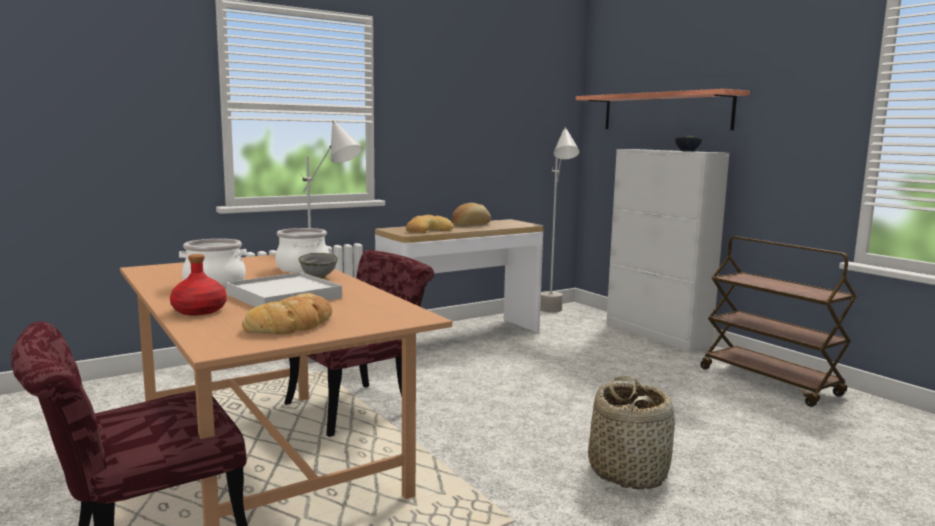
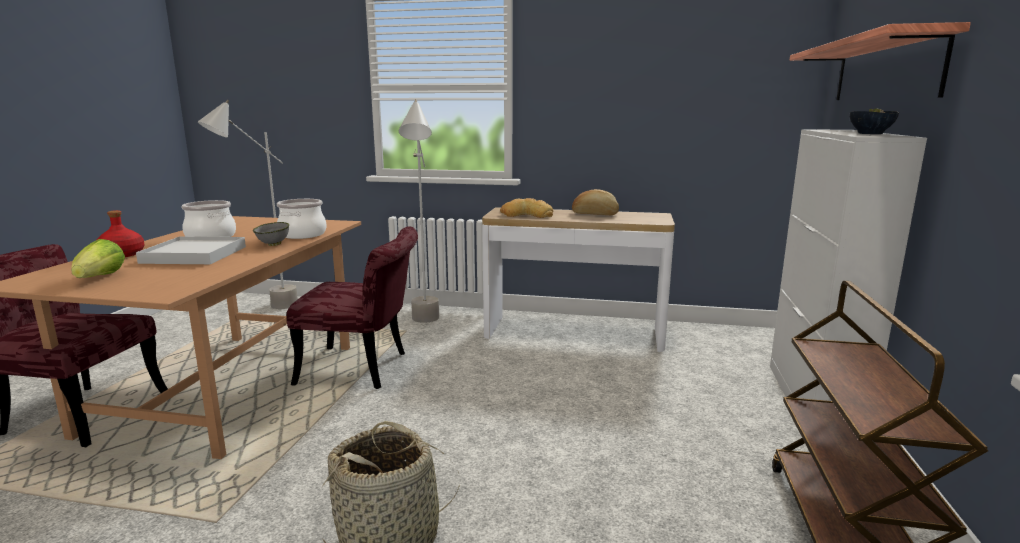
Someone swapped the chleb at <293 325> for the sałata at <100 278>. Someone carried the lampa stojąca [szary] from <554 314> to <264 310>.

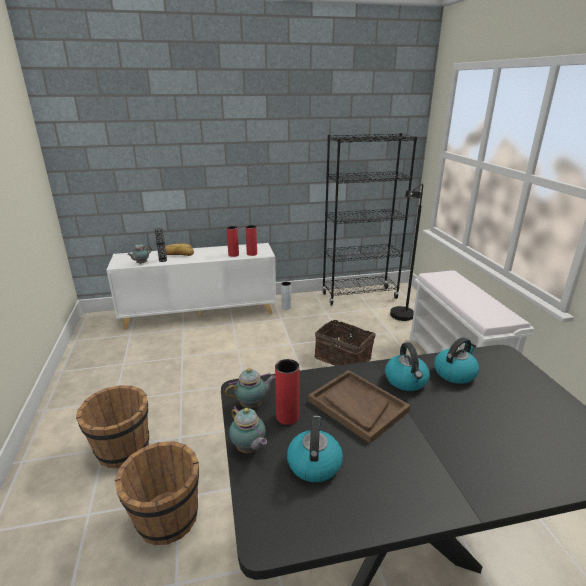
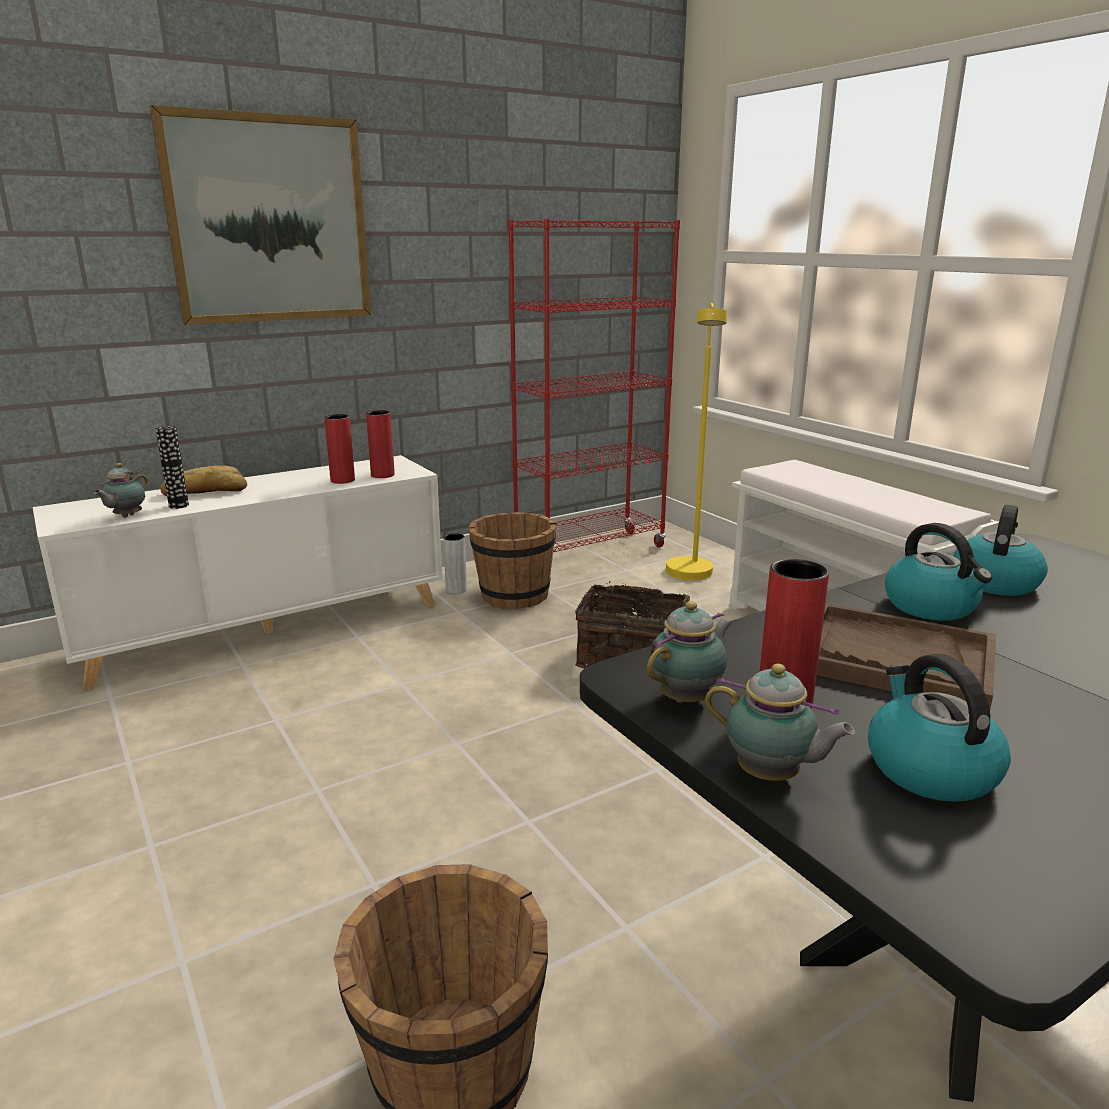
Someone carried the wiadro [brązowy] from <122 449> to <513 596>. Someone repainted the regał [czarny] at <359 296>, which became the regał [czerwony] at <590 552>. Someone repainted the lampa stojąca [czarny] at <400 318>, which became the lampa stojąca [żółty] at <690 577>. Someone put up the obraz at <269 220>.

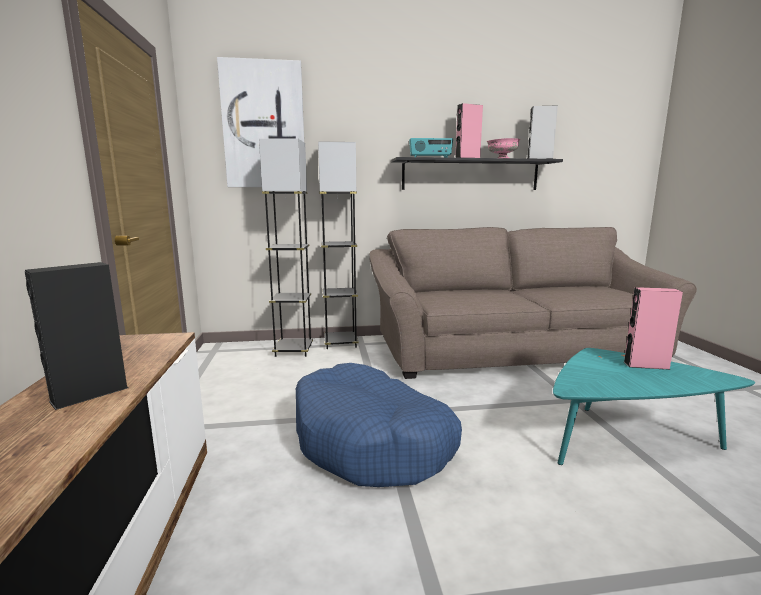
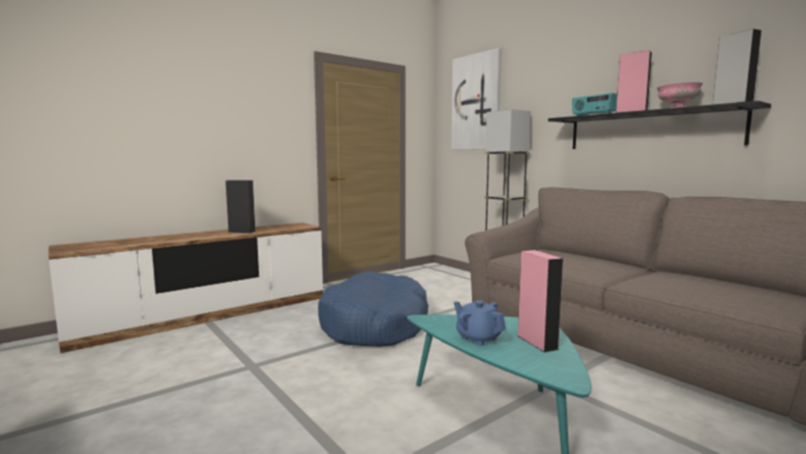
Someone took away the lampa stojąca [szary] at <293 351>. Someone put down the imbryk [niebieski] at <478 338>.

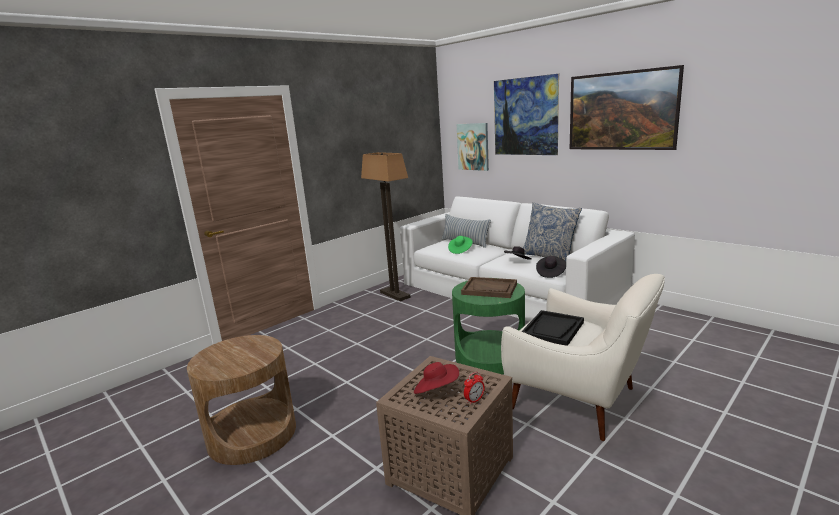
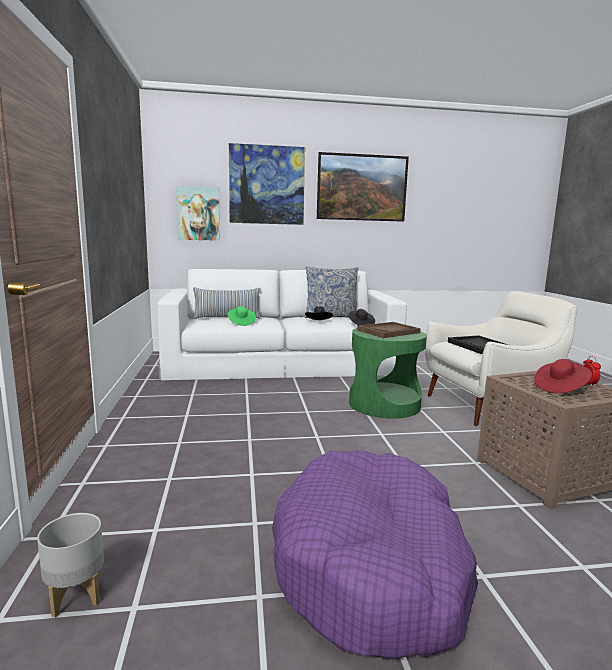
Someone swapped the stolik [brązowy] at <252 434> for the legowisko [fioletowy] at <372 566>. Someone took away the lampa stojąca at <395 295>. Someone put down the donica [szary] at <75 596>.

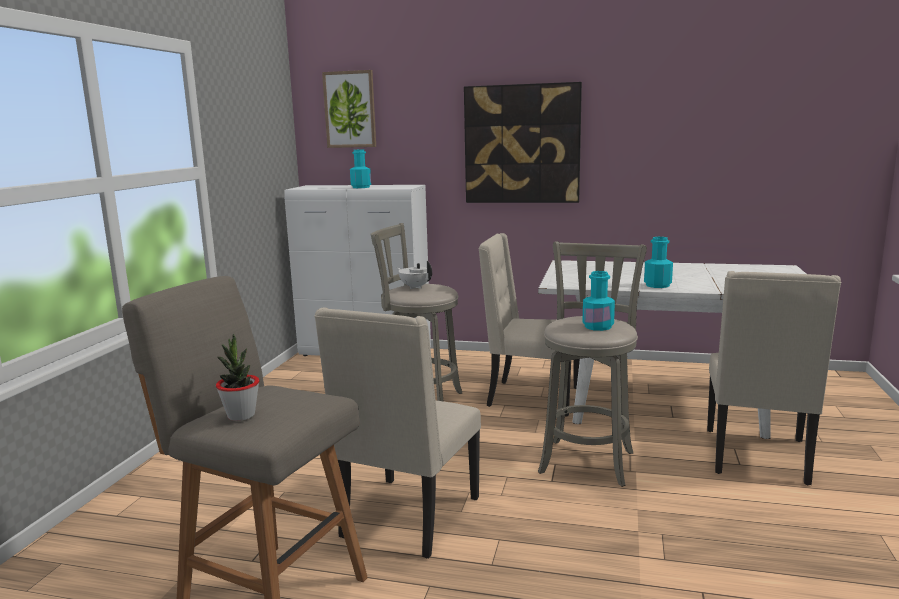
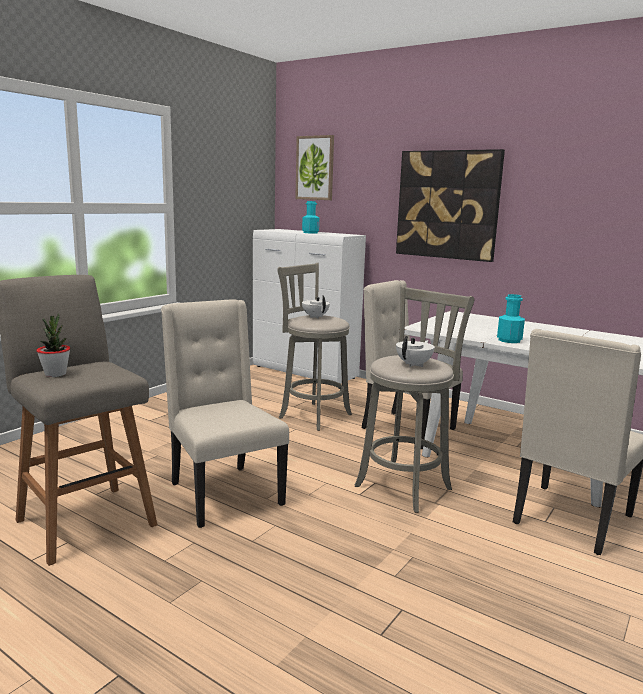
Someone rotated the krzesło [beżowy] at <408 518> by 105 degrees clockwise. Someone swapped the butelka [turkusowy] at <598 326> for the imbryk [biały] at <414 365>.

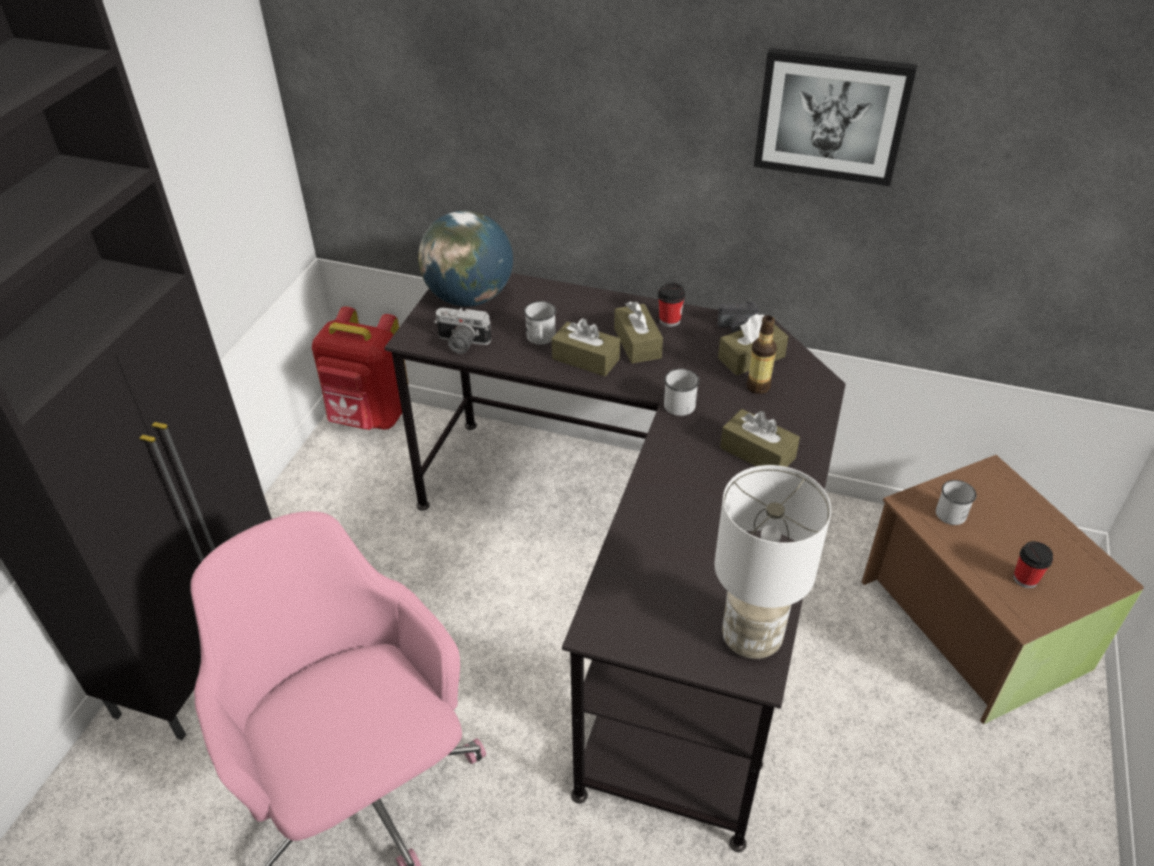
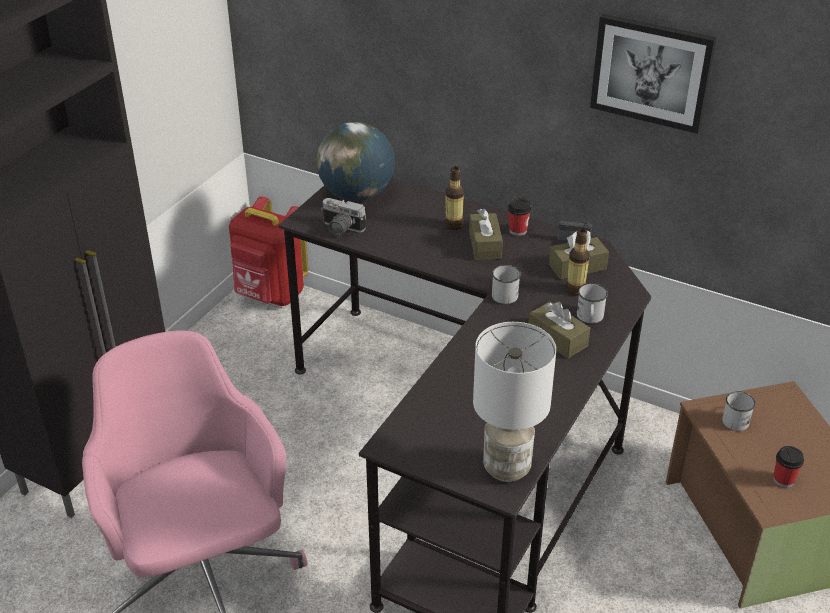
Someone carried the kubek [biały] from <541 339> to <590 318>. Someone took away the pudełko chusteczek [brązowy] at <585 359>. Someone put down the butelka at <453 225>.

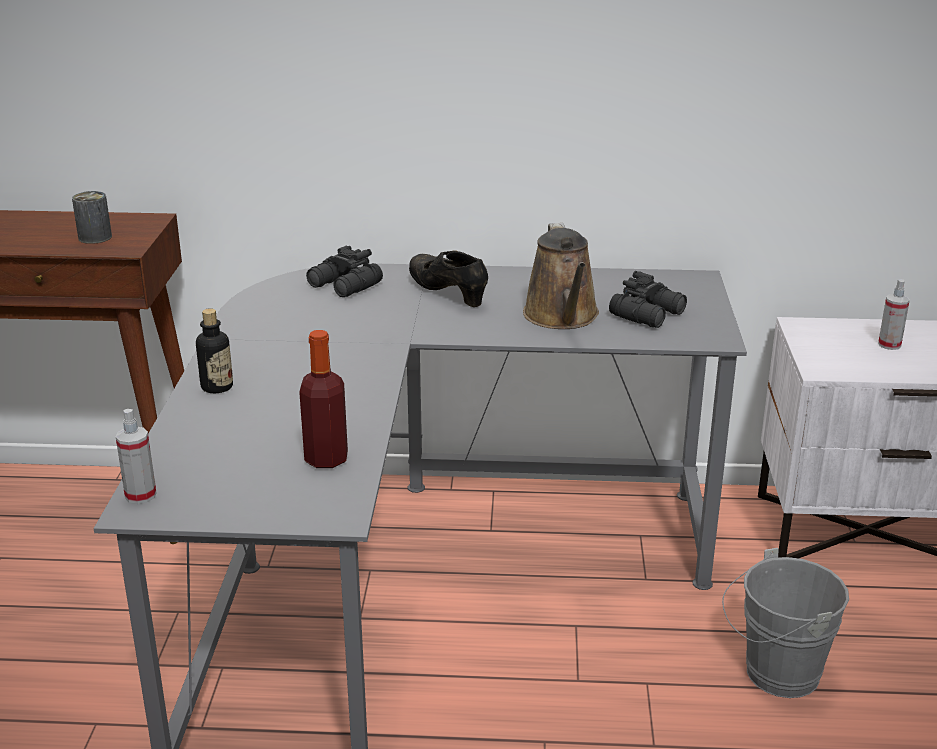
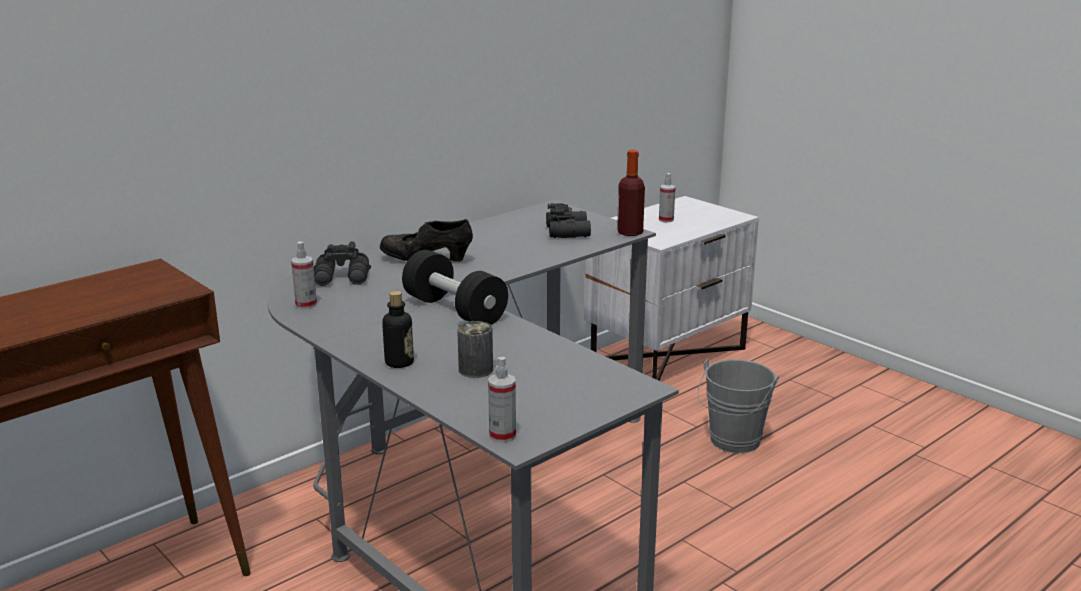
Someone carried the puszka from <95 237> to <476 370>. Someone carried the butelka from <326 459> to <630 232>. Someone took away the konewka [brązowy] at <562 317>. Someone put down the spryskiwacz at <306 305>. Someone put down the hantel [czarny] at <454 310>.

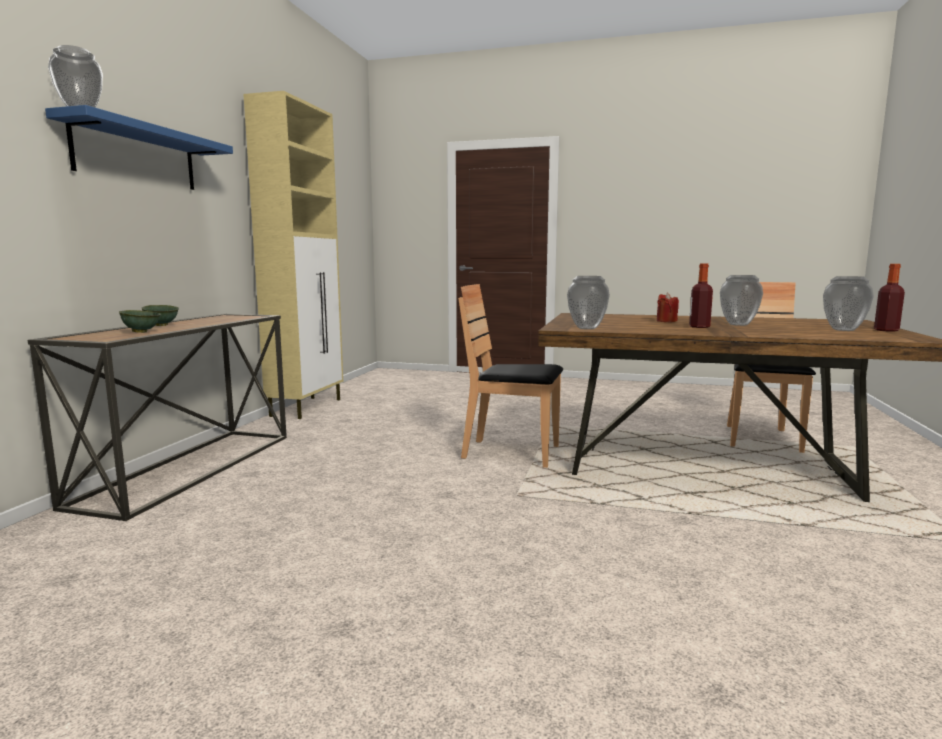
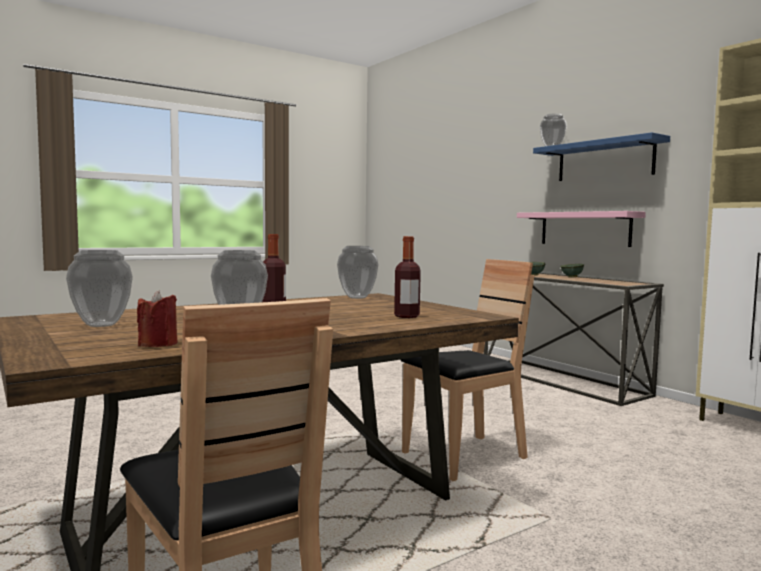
Someone carried the świeca [czerwony] from <666 321> to <158 344>. Someone carried the butelka from <886 330> to <407 316>. Someone put up the półka [różowy] at <584 228>.

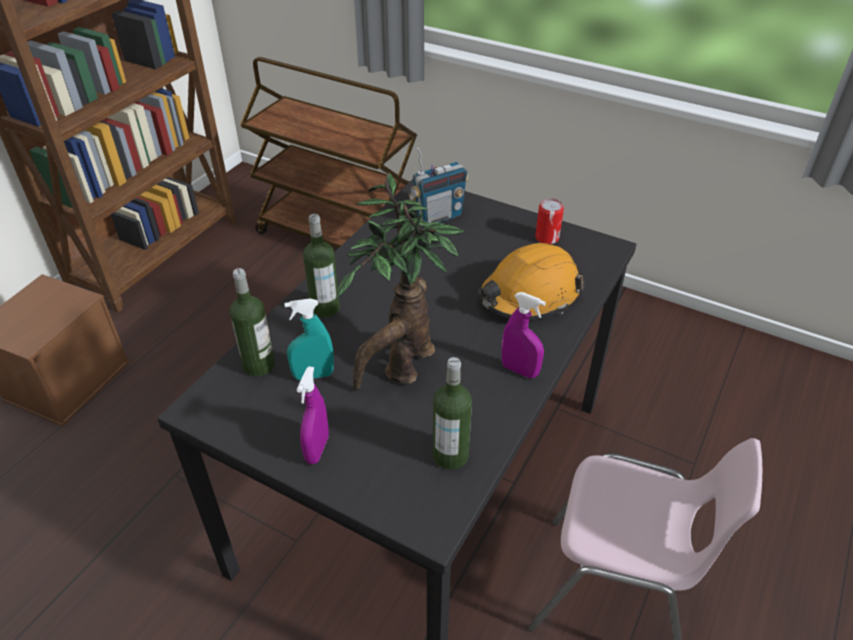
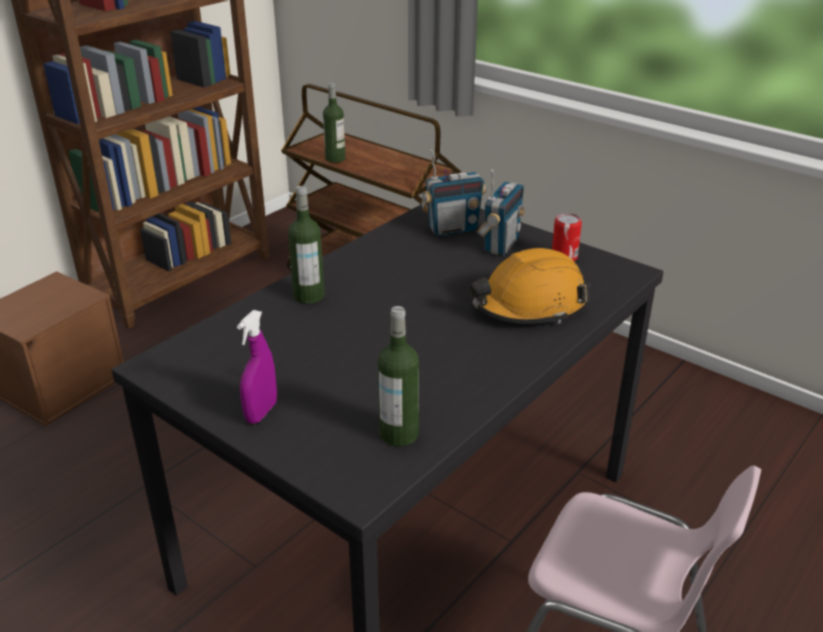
Someone carried the butelka from <259 365> to <335 159>. Someone took away the spryskiwacz [turkusowy] at <313 375>. Someone took away the roślina doniczkowa at <401 367>. Someone took away the spryskiwacz [fioletowy] at <519 370>. Someone put down the radio at <500 245>.

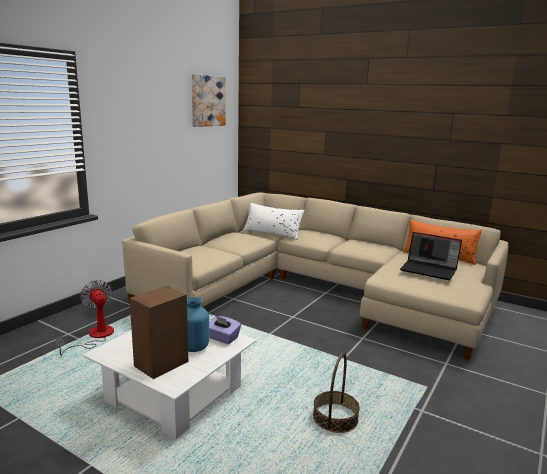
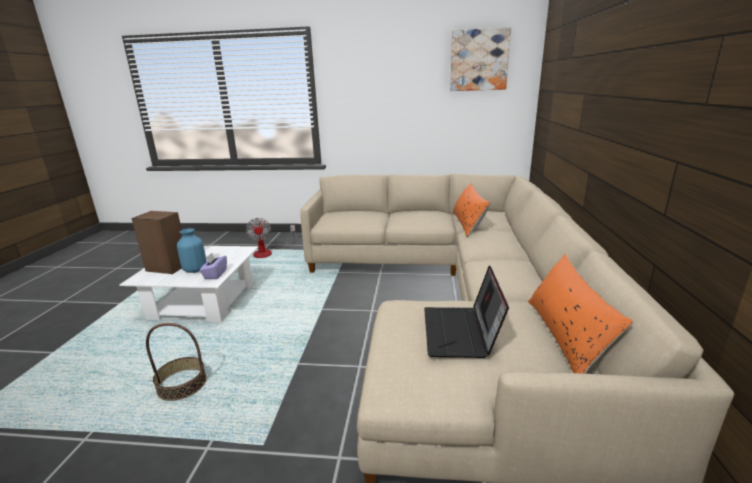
Someone rotated the wentylator at <95 337> by 135 degrees clockwise. Someone repainted the poduszka [biały] at <272 233>, which became the poduszka [pomarańczowy] at <468 224>.

